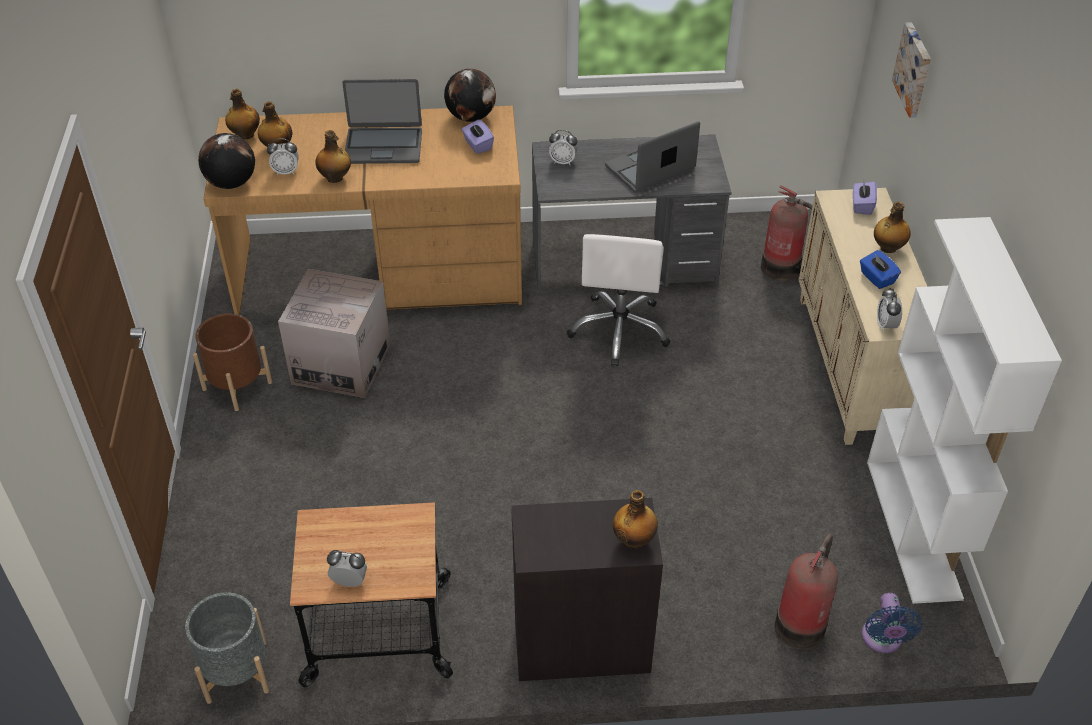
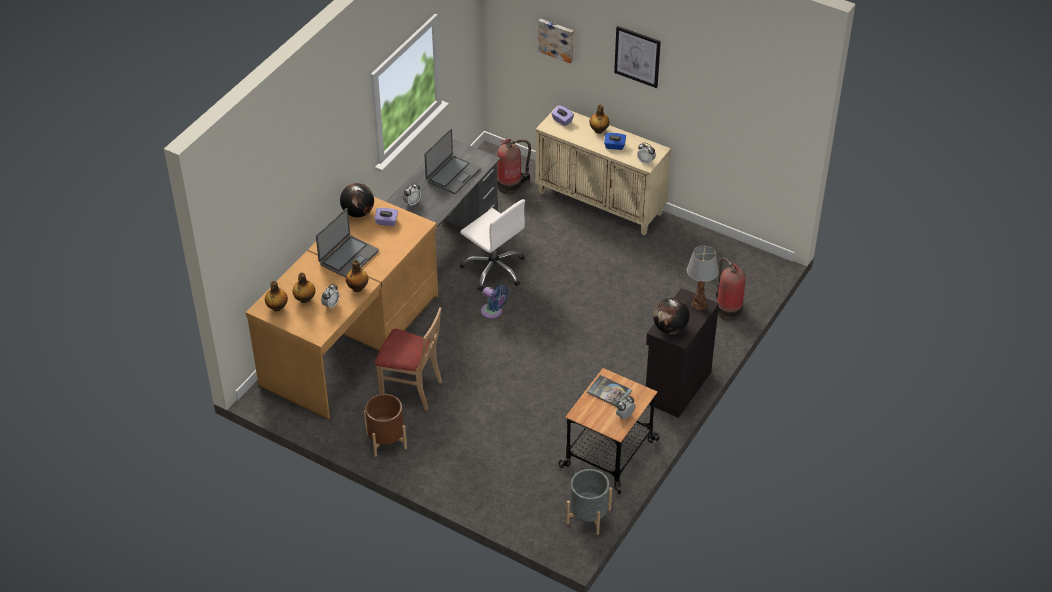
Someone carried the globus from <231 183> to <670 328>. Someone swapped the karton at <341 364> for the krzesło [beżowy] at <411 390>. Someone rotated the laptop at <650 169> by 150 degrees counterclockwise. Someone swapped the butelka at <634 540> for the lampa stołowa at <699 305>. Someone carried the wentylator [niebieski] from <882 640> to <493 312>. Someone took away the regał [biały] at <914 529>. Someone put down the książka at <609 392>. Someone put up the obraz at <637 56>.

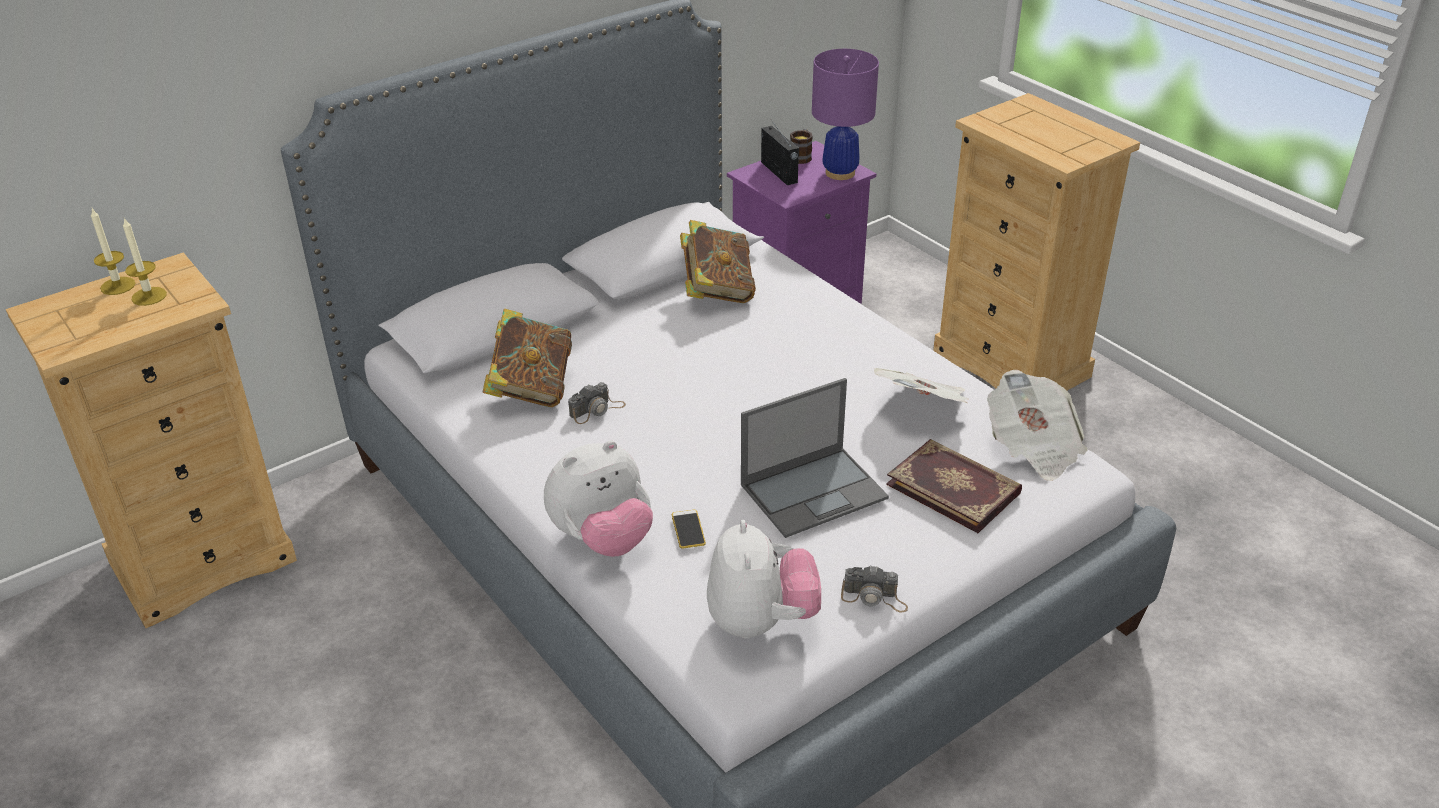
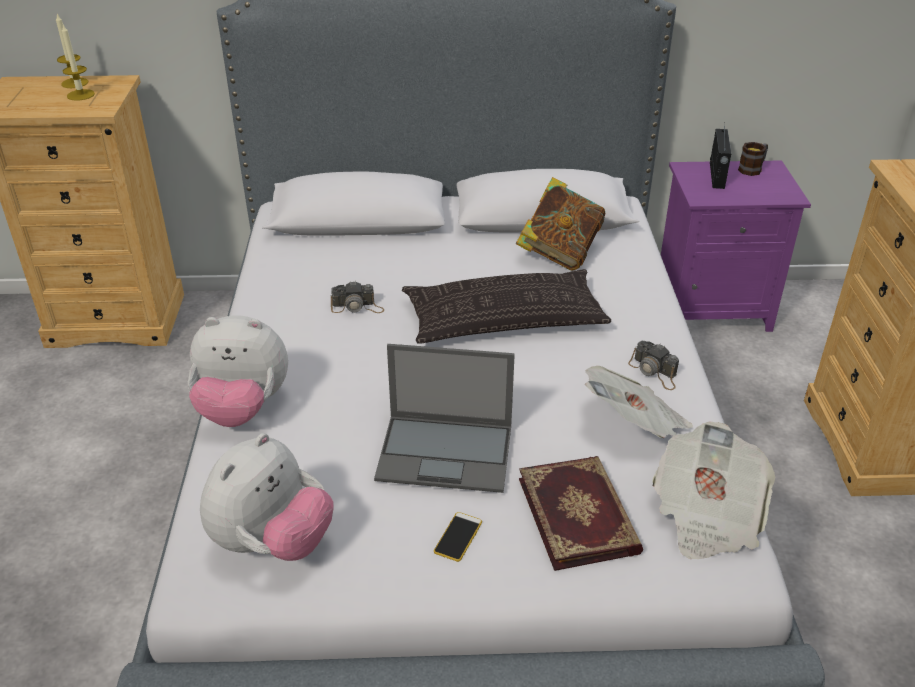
Someone took away the książka at <531 389>. Someone carried the telefon from <688 529> to <458 537>. Someone took away the lampa stołowa [fioletowy] at <840 173>. Someone carried the aparat fotograficzny from <874 598> to <654 372>. Someone put down the poduszka at <504 319>.

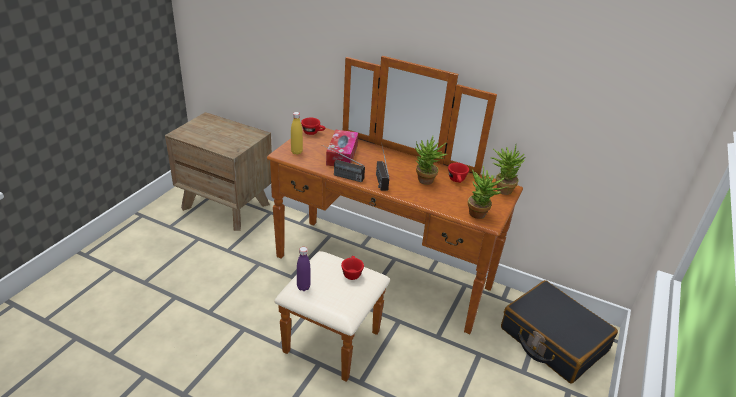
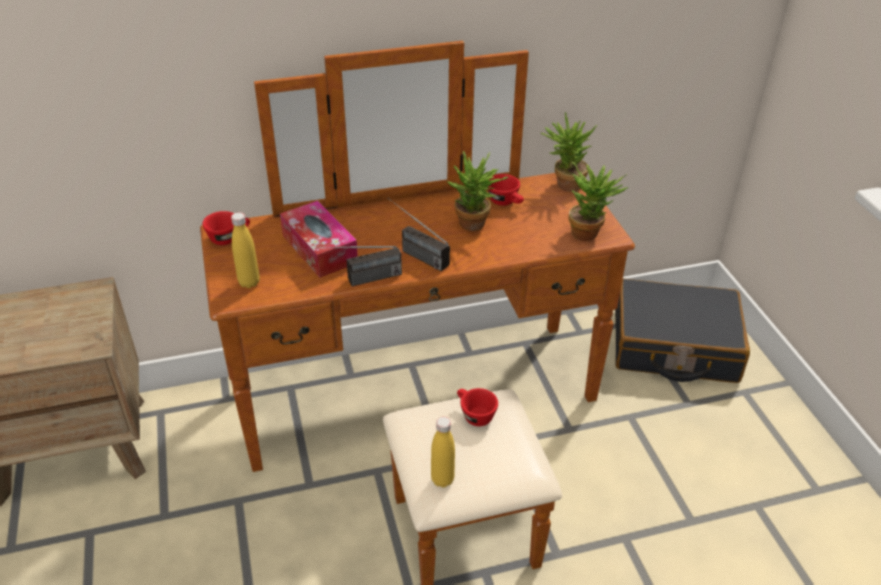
Someone repainted the butelka [fioletowy] at <303 287>, which became the butelka [żółty] at <442 479>.

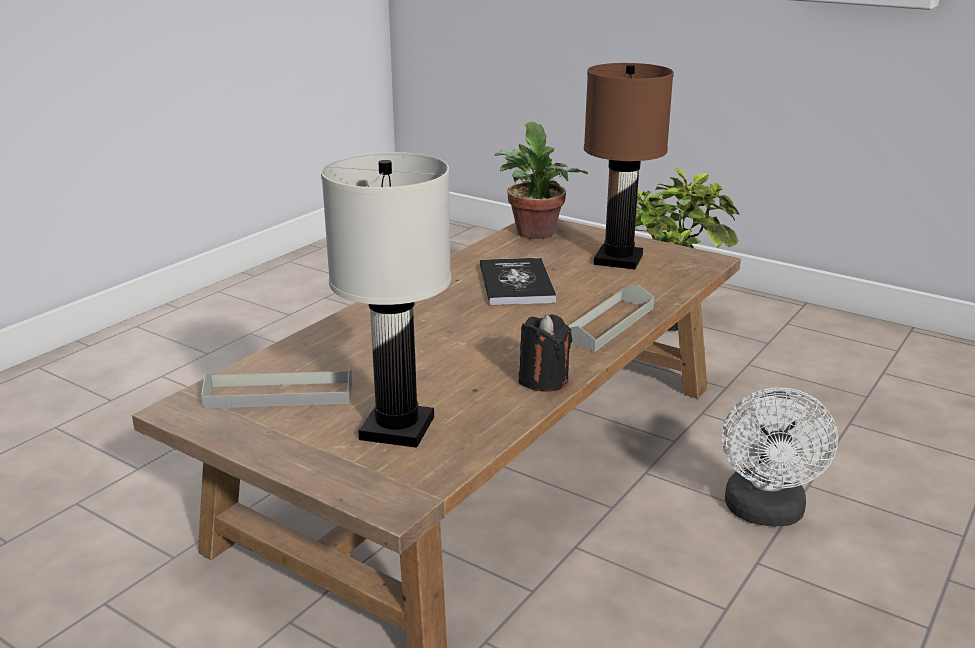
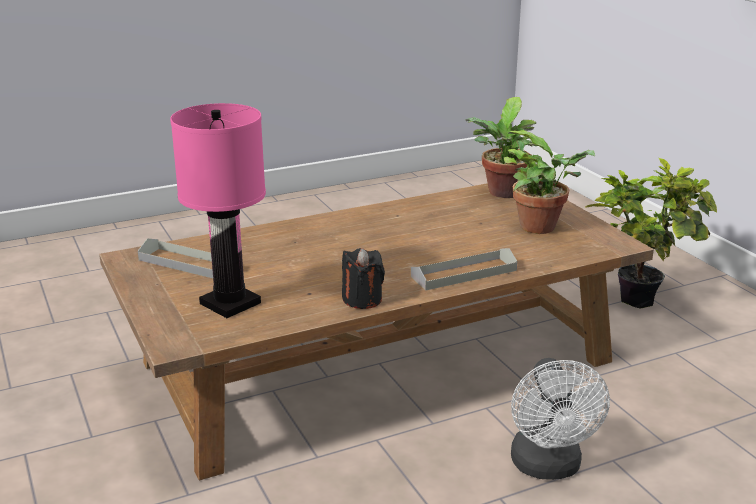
Someone repainted the lampa stołowa [biały] at <398 429>, which became the lampa stołowa [różowy] at <230 304>. Someone took away the książka at <516 283>. Someone swapped the lampa stołowa [brązowy] at <619 260> for the roślina doniczkowa at <542 227>. Someone rotated the wentylator [biały] at <765 513> by 45 degrees counterclockwise.

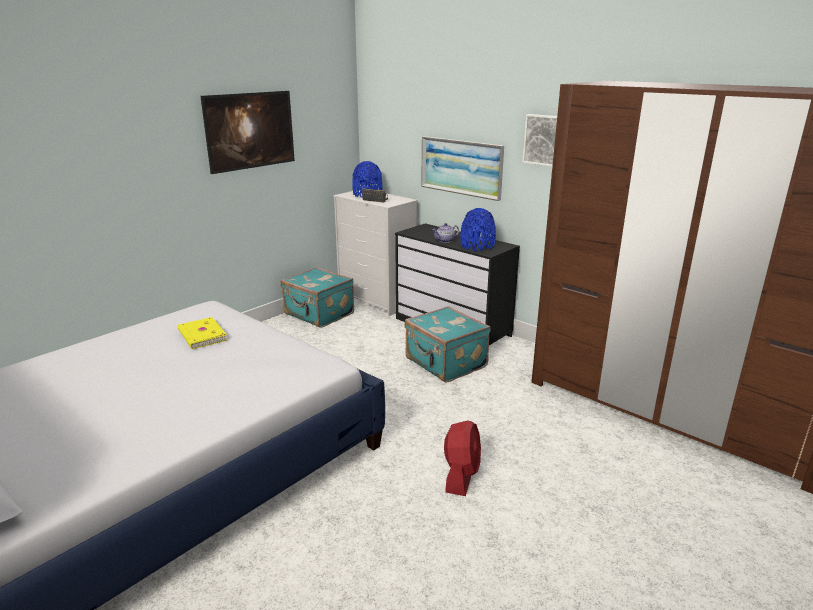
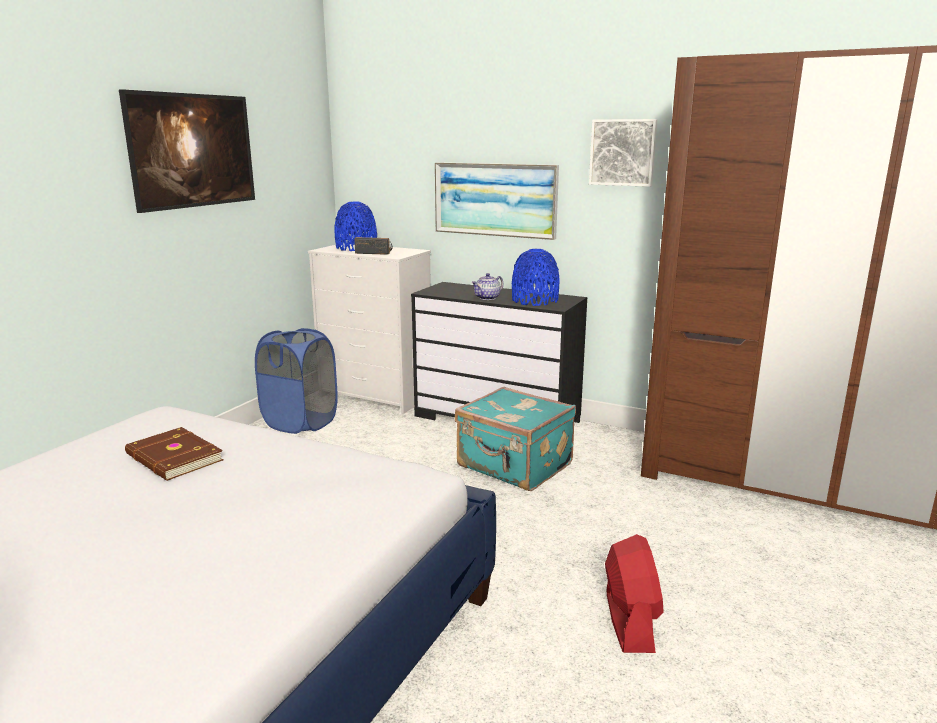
Someone repainted the książka [żółty] at <201 336>, which became the książka [brązowy] at <173 458>. Someone swapped the walizka [turkusowy] at <318 314> for the kosz na pranie [niebieski] at <300 422>.

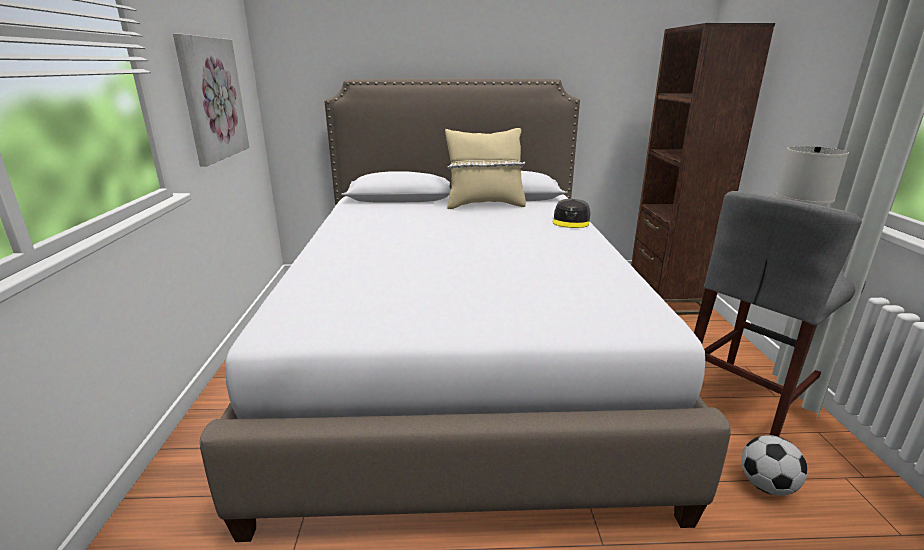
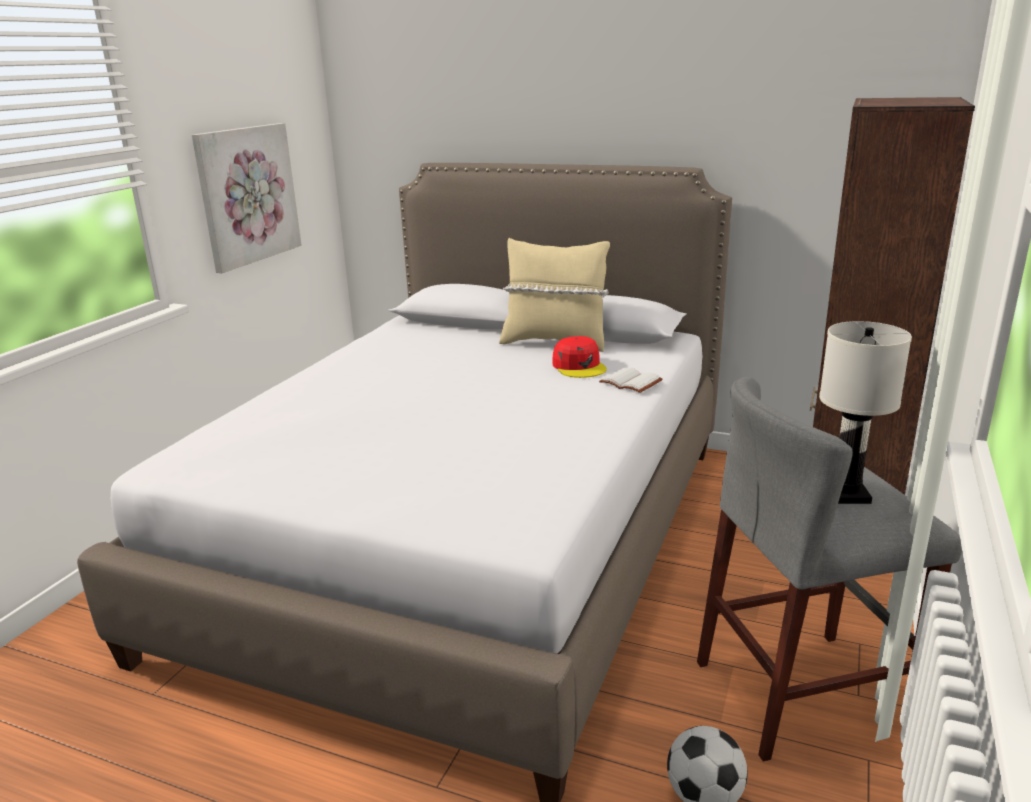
Someone swapped the czapka z daszkiem [szary] at <571 221> for the książka [biały] at <632 382>. Someone put down the czapka z daszkiem [czerwony] at <579 366>.

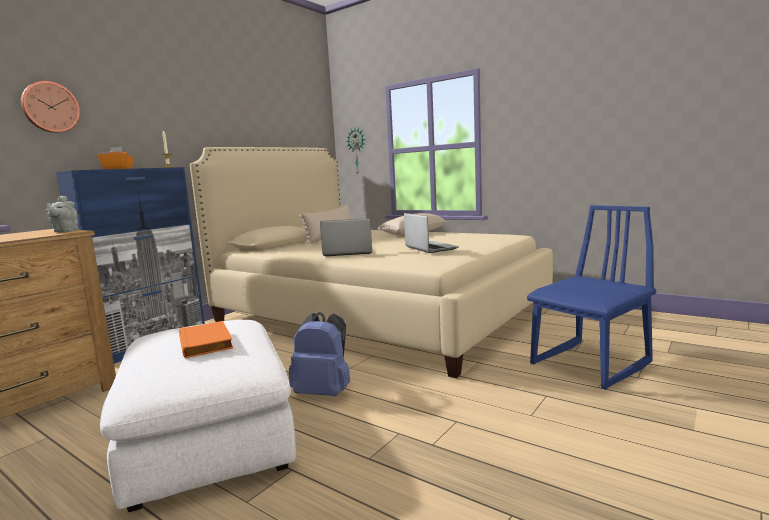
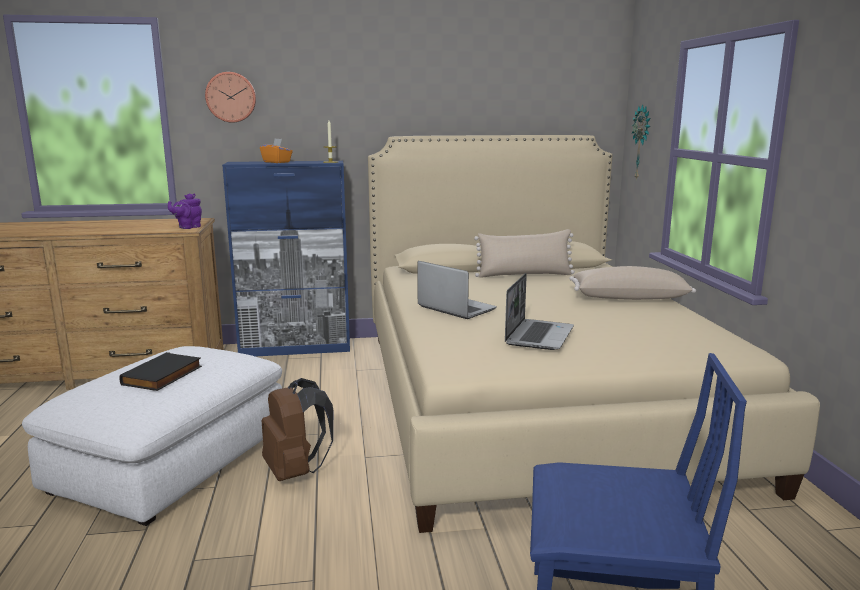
Someone repainted the imbryk [szary] at <65 231>, which became the imbryk [fioletowy] at <188 227>. Someone repainted the książka [pomarańczowy] at <207 343>, which became the książka [czarny] at <163 376>. Someone repainted the plecak [niebieski] at <324 392>, which became the plecak [brązowy] at <296 471>.

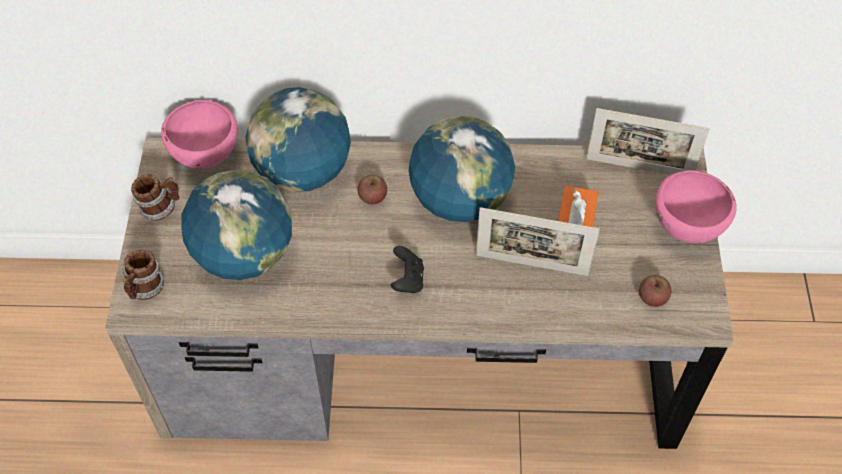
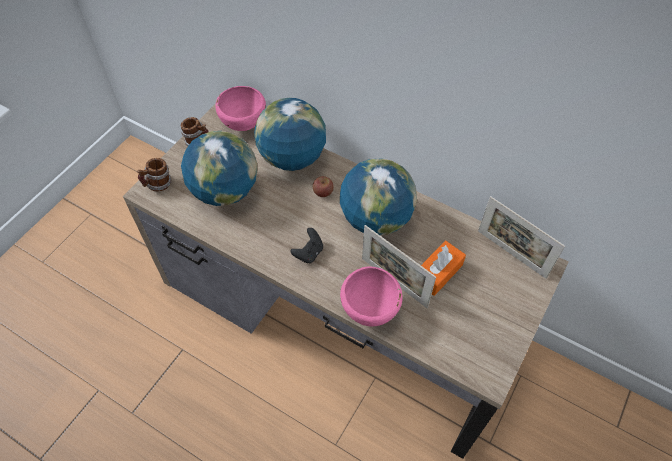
Someone took away the jabłko at <652 297>. Someone carried the miska [różowy] from <687 229> to <370 311>.

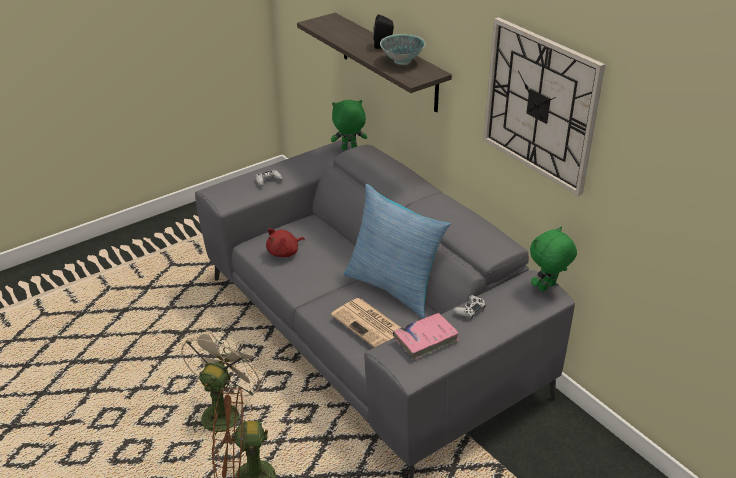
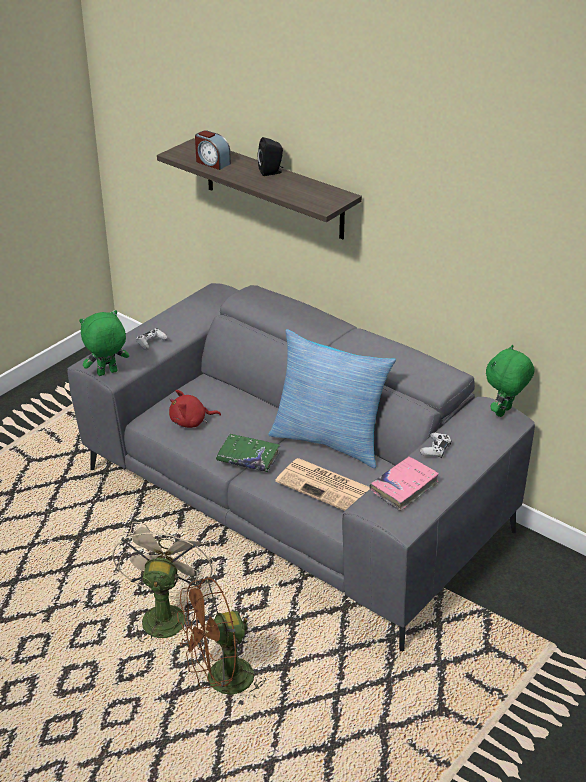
Someone rotated the pluszak [czerwony] at <284 252> by 45 degrees clockwise. Someone carried the pluszak [zielony] from <349 149> to <107 373>. Someone took away the miska at <402 61>. Someone took away the zegar ścienny at <540 105>. Someone put down the budzik at <212 163>. Someone put down the książka [zielony] at <248 458>.

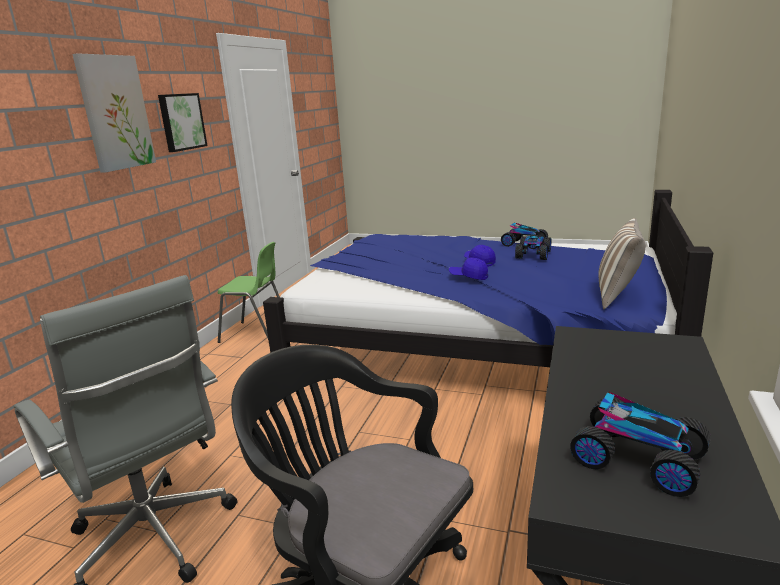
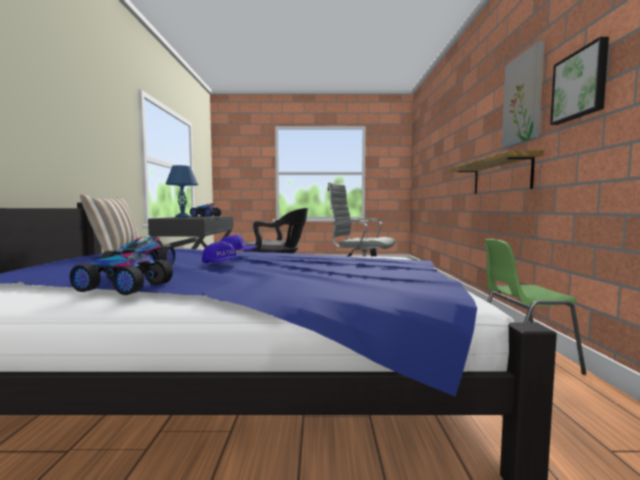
Someone put down the lampa stołowa [niebieski] at <183 217>. Someone put up the półka at <500 176>.

